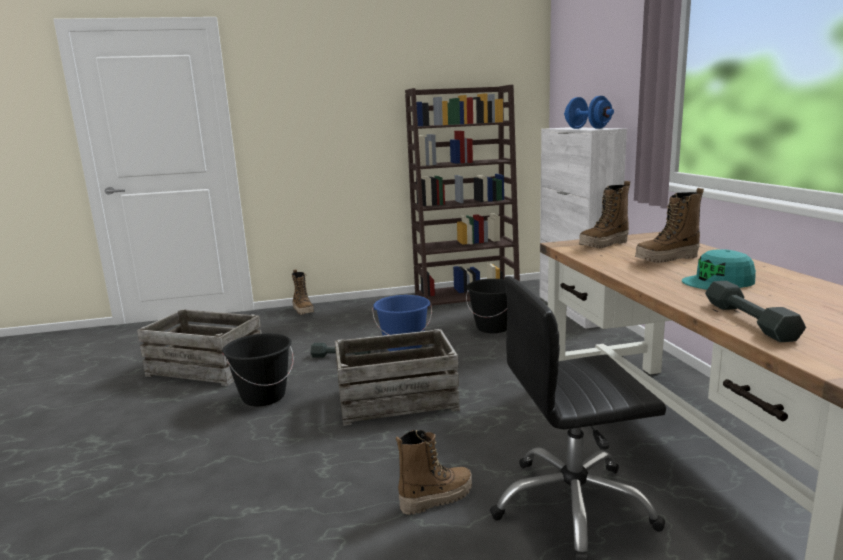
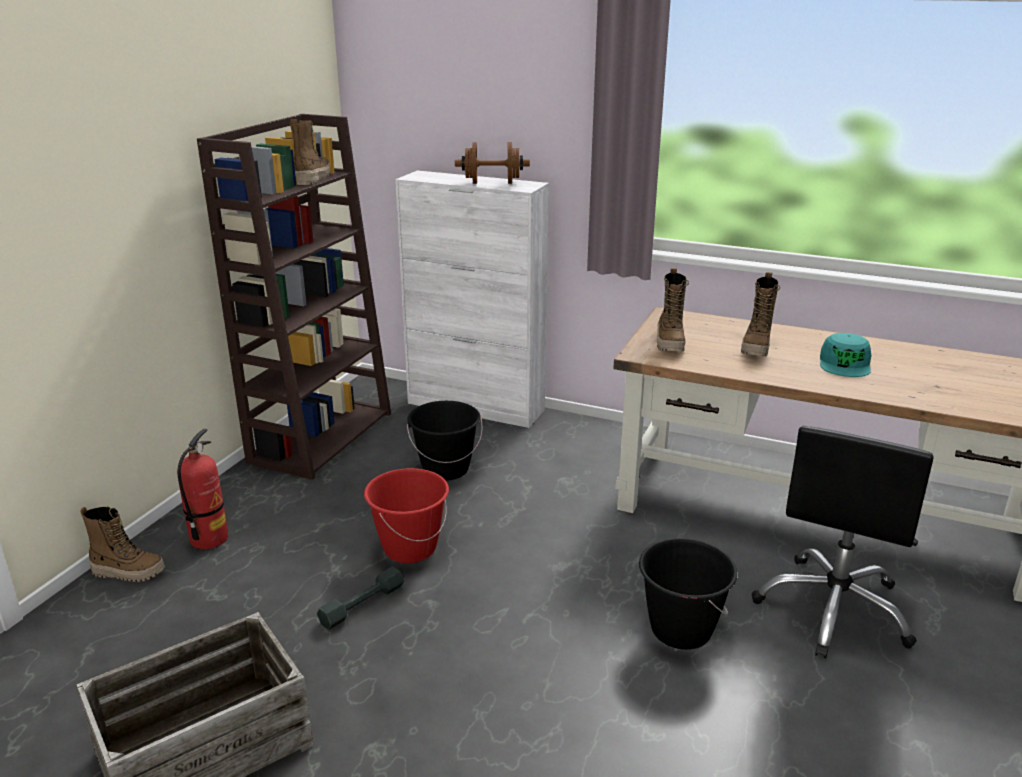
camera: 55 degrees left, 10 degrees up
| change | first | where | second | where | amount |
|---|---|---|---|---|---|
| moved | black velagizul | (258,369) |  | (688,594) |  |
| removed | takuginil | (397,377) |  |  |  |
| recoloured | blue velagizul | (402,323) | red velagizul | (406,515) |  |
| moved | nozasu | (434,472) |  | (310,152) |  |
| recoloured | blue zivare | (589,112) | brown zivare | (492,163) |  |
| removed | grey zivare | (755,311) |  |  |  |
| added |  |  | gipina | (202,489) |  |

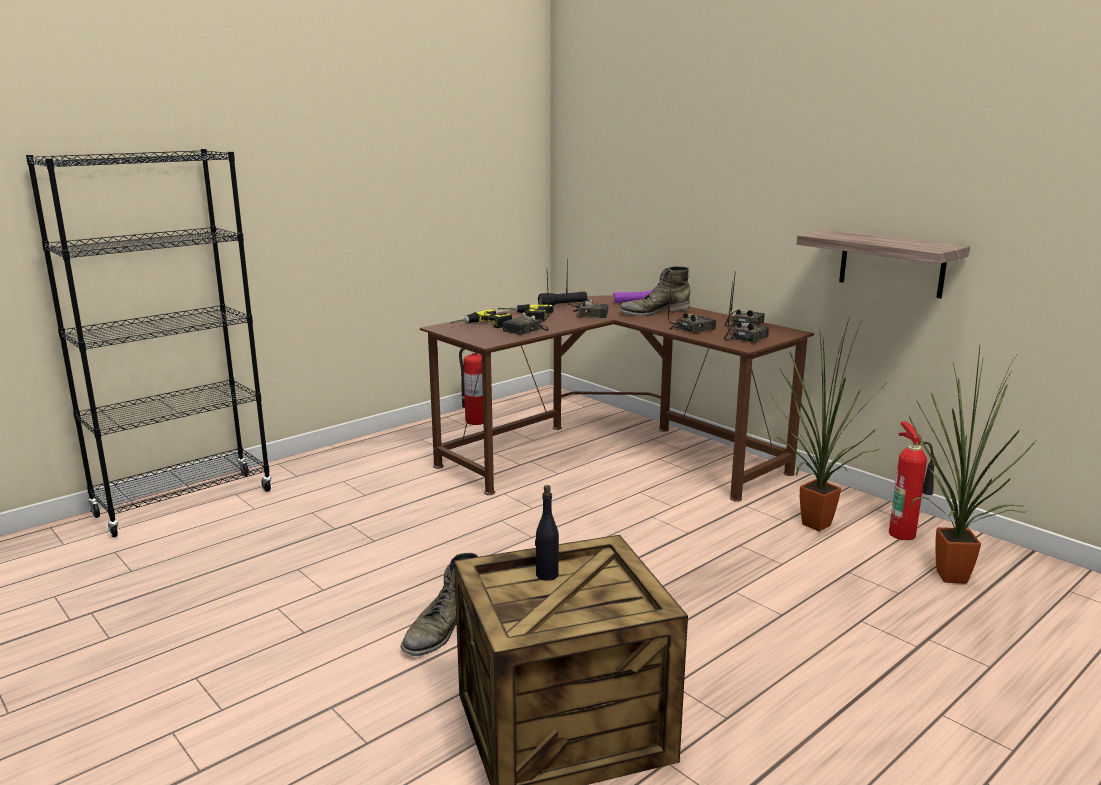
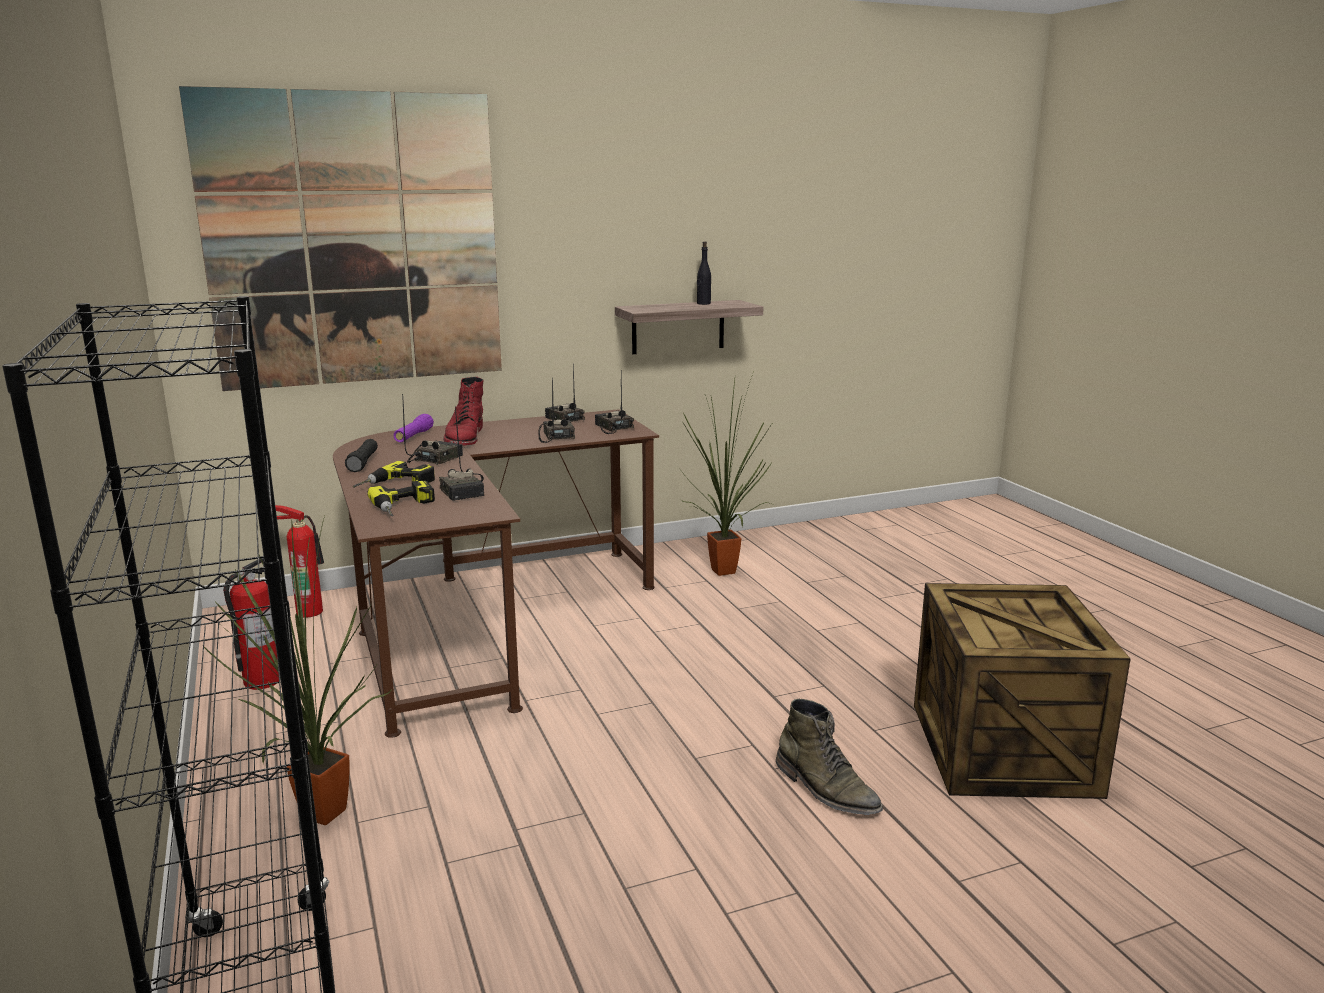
camera: 70 degrees left, 0 degrees up
| change | first | where | second | where | amount |
|---|---|---|---|---|---|
| moved | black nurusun | (547,533) |  | (704,273) |  |
| recoloured | green nozasu | (654,291) | red nozasu | (463,411) |  |
| moved | gipina | (911,481) |  | (299,561) |  |
| moved | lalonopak | (972,465) |  | (297,670) |  |
| added |  |  | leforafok | (340,238) |  |

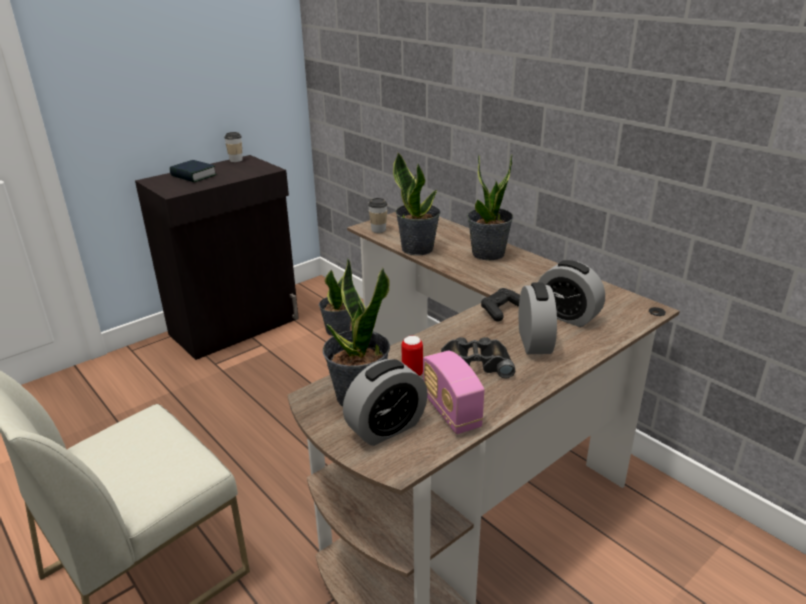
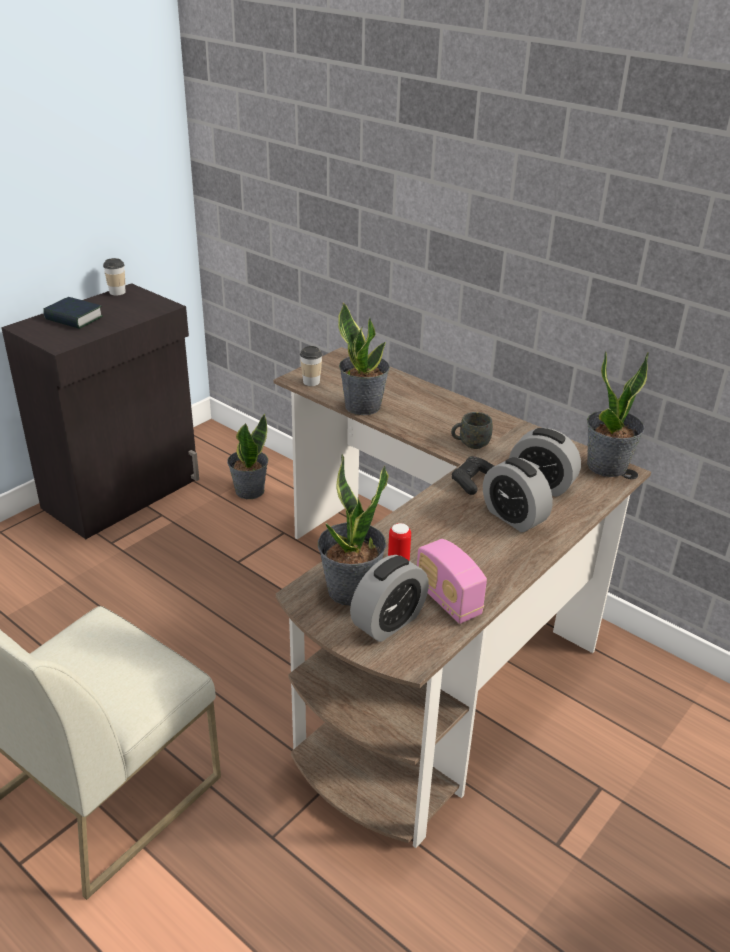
camera: 10 degrees left, 5 degrees up
| change | first | where | second | where | amount |
|---|---|---|---|---|---|
| removed | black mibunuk | (478,357) |  |  |  |
| moved | lalonopak | (490,207) |  | (618,414) |  |
| turned | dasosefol | (538,318) |  | (518,494) | 150 degrees clockwise |
| added |  |  | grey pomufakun | (472,430) |  |

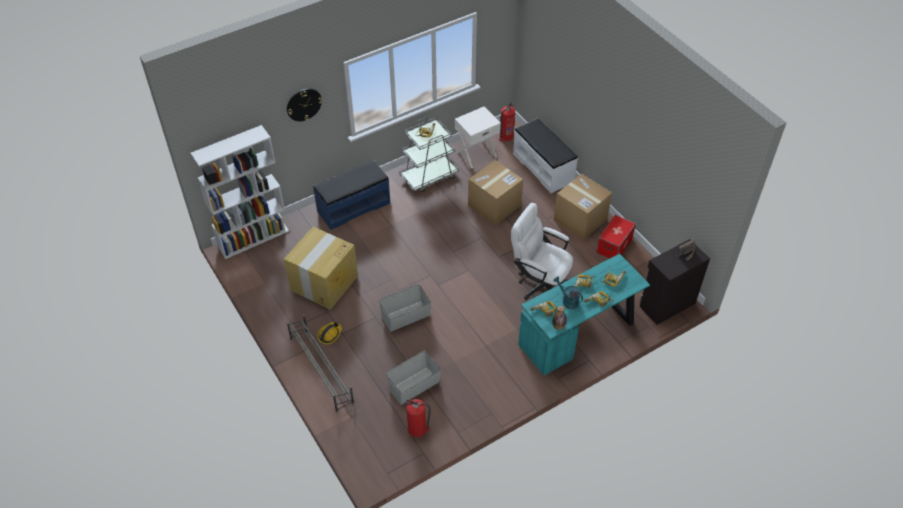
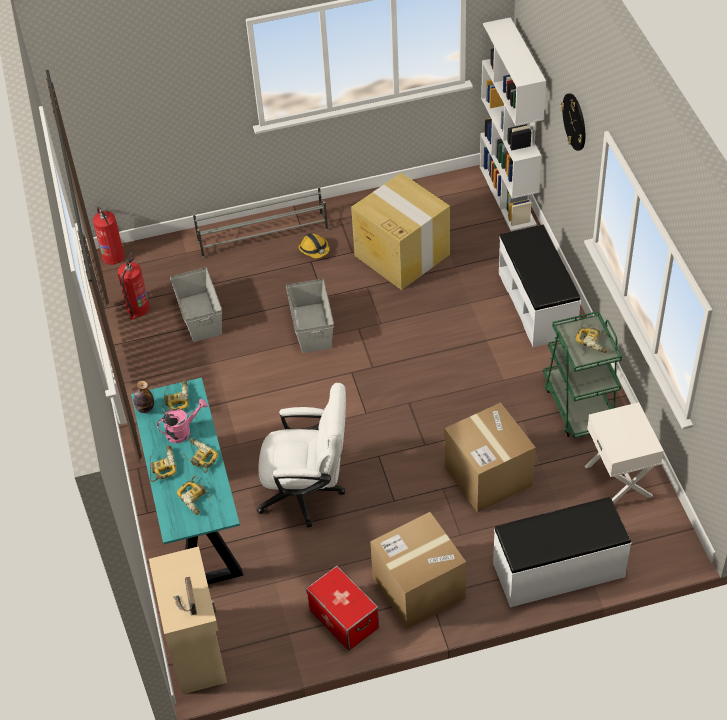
camera: 110 degrees right, 0 degrees up
| change | first | where | second | where | amount |
|---|---|---|---|---|---|
| recoloured | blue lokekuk | (351,195) | white lokekuk | (540,285) |  |
| recoloured | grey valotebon | (429,154) | green valotebon | (582,374) |  |
| moved | gipina | (507,121) |  | (109,235) |  |
| turned | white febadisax | (542,251) |  | (301,455) | 45 degrees clockwise |
| recoloured | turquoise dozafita | (568,293) | pink dozafita | (182,421) |  |
| recoloured | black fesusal | (674,282) | beige fesusal | (188,620) |  |

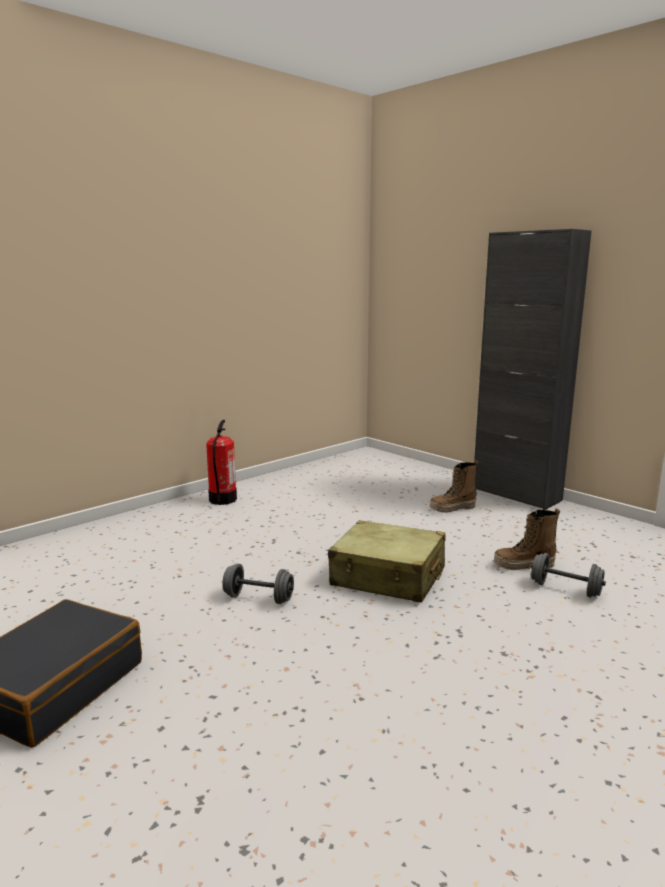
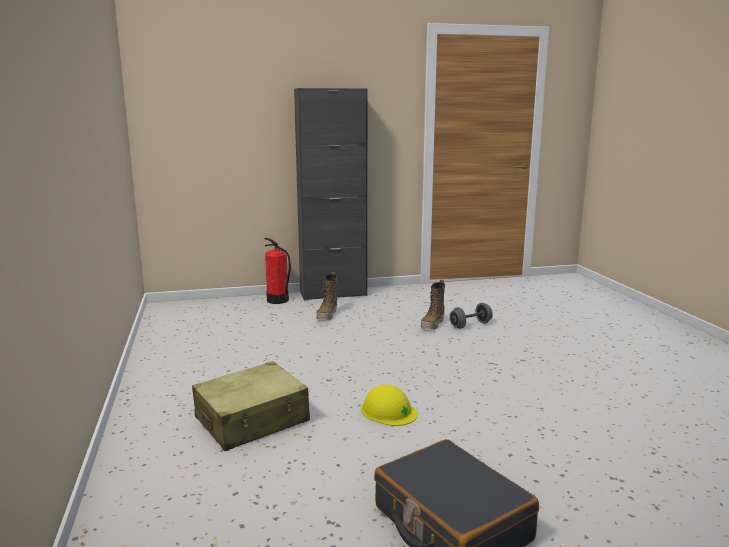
camera: 60 degrees left, 0 degrees up
| change | first | where | second | where | amount |
|---|---|---|---|---|---|
| moved | gipina | (221,462) |  | (277,271) |  |
| replaced | grey zivare | (258,583) | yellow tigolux | (389,405) |  |
| moved | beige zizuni | (386,561) |  | (251,406) |  |

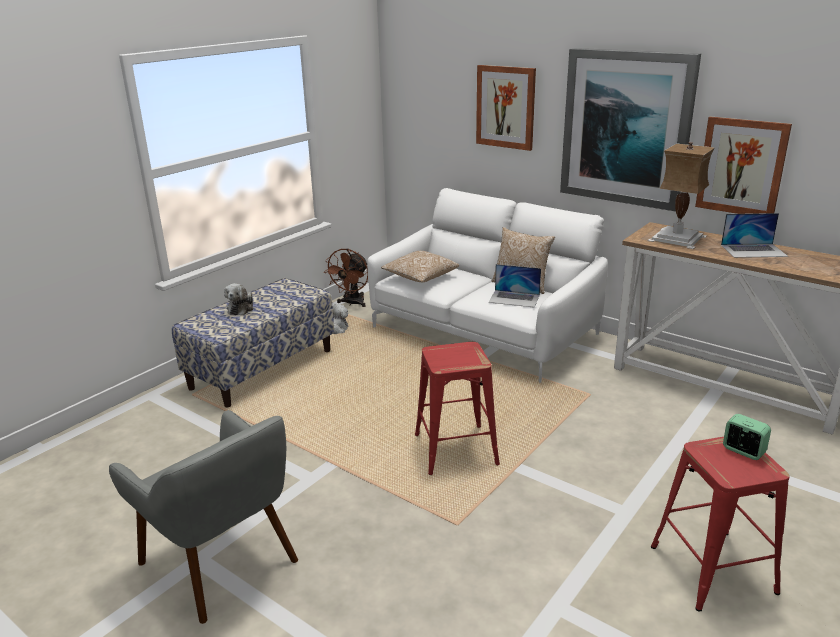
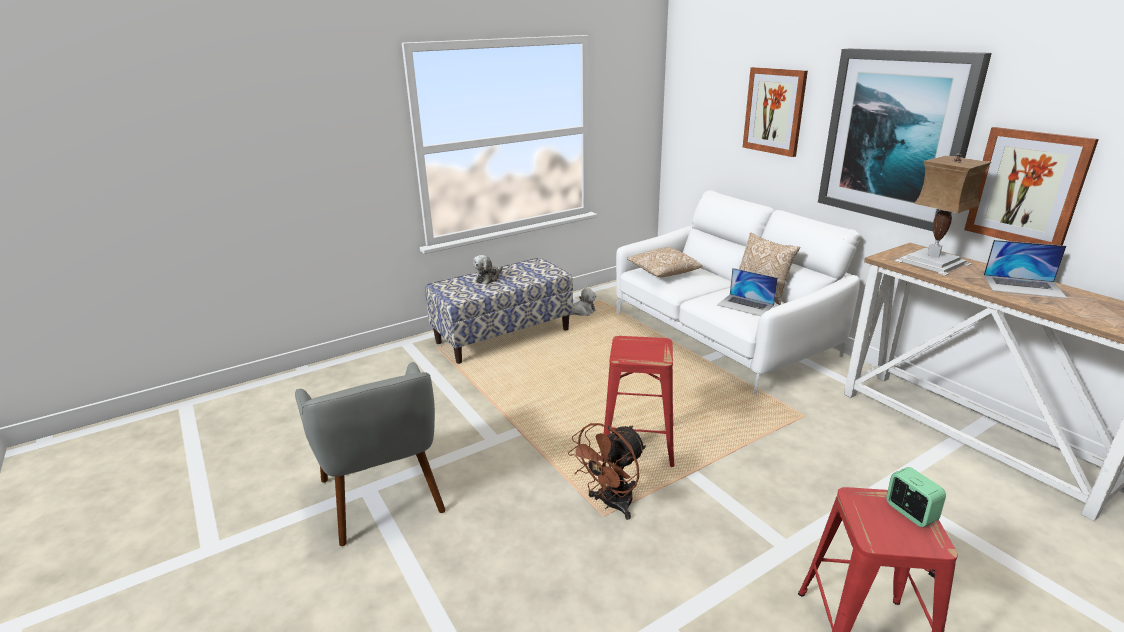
camera: 20 degrees right, 0 degrees up
| change | first | where | second | where | amount |
|---|---|---|---|---|---|
| moved | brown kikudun | (346,277) |  | (607,471) |  |

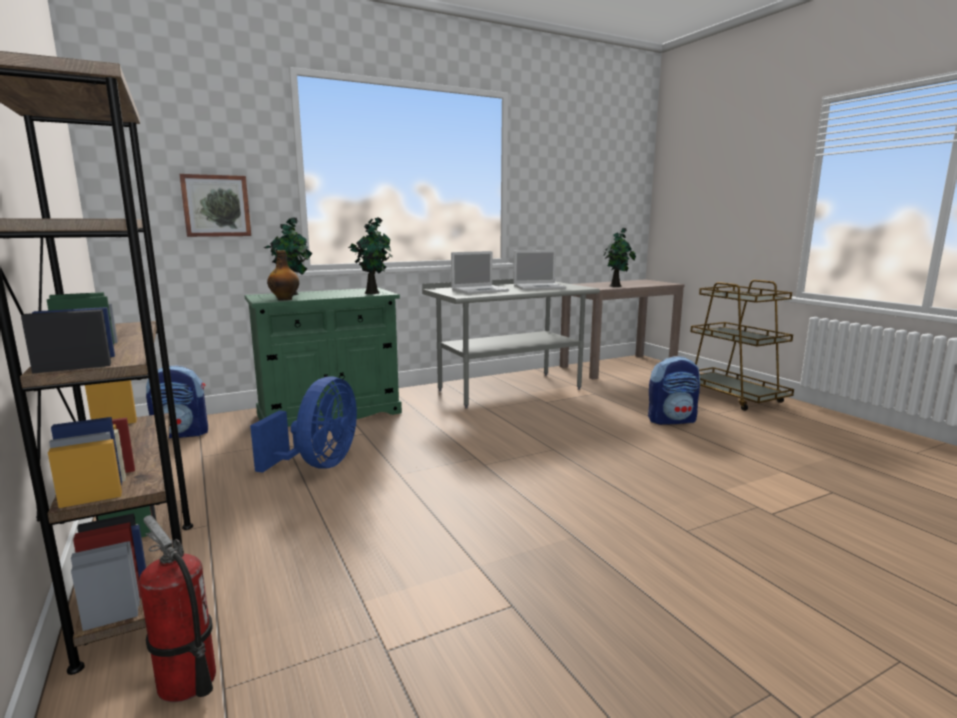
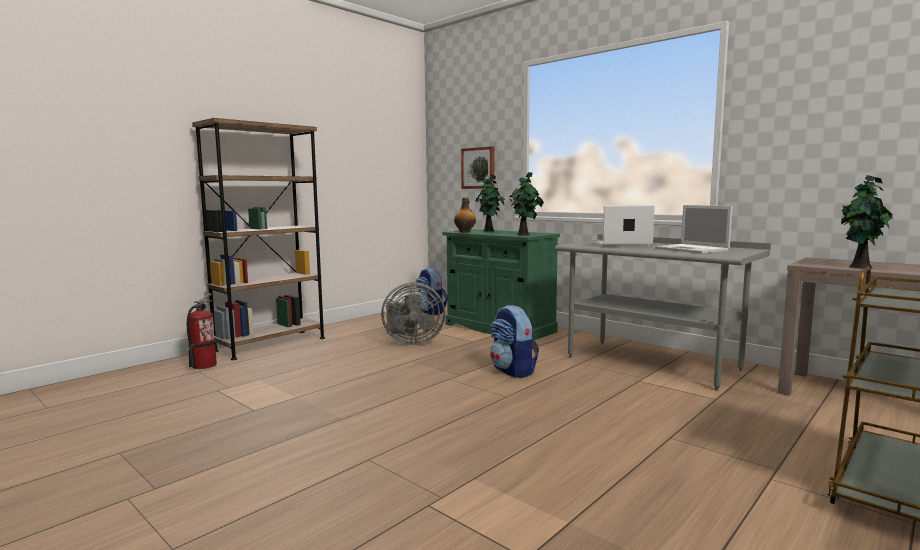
camera: 70 degrees right, 5 degrees down
| change | first | where | second | where | amount |
|---|---|---|---|---|---|
| recoloured | blue kikudun | (303,425) | grey kikudun | (413,313) |  |
| turned | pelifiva | (480,272) |  | (623,226) | 135 degrees clockwise |
| moved | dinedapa | (674,390) |  | (514,341) |  |

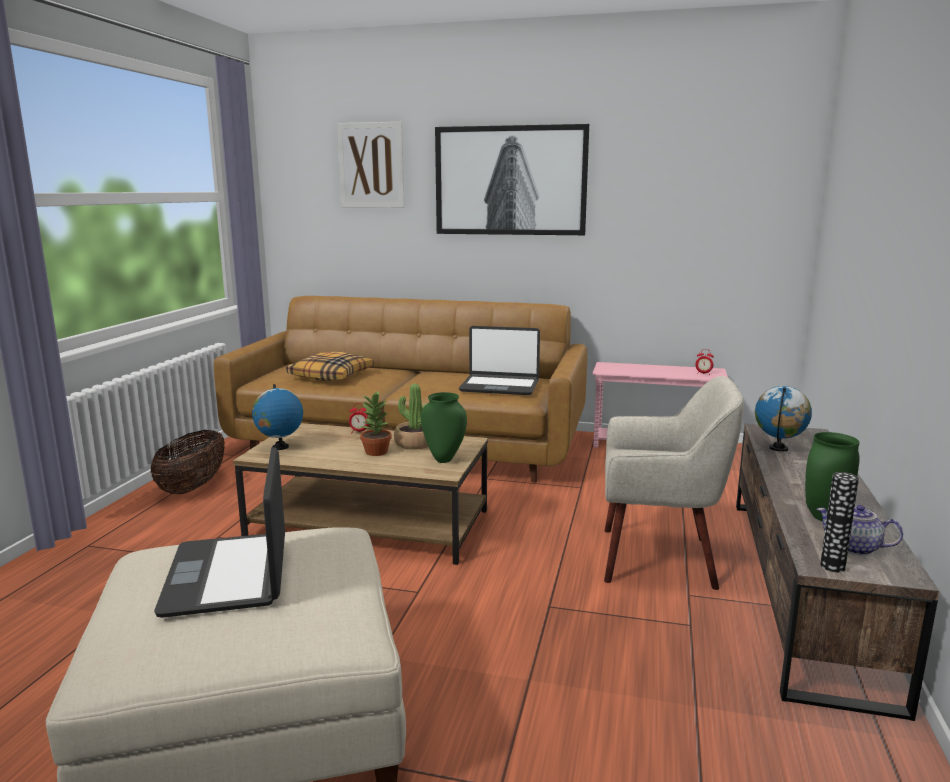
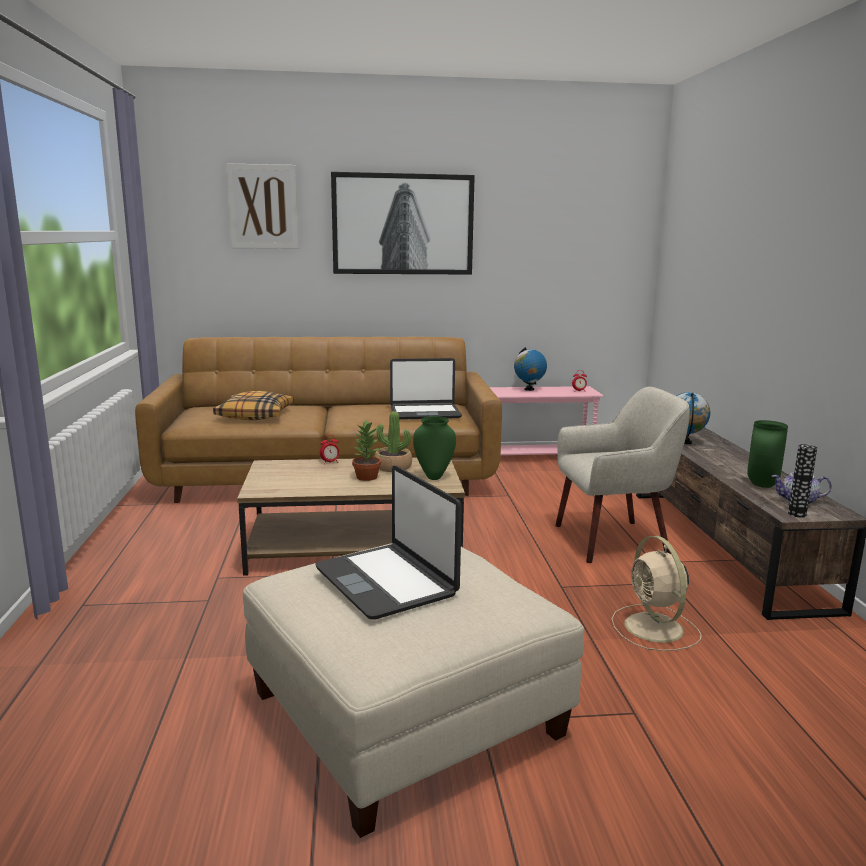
camera: 20 degrees left, 0 degrees up
| change | first | where | second | where | amount |
|---|---|---|---|---|---|
| removed | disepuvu | (187,462) |  |  |  |
| moved | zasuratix | (277,417) |  | (530,369) |  |
| added |  |  | beige kikudun | (656,593) |  |

